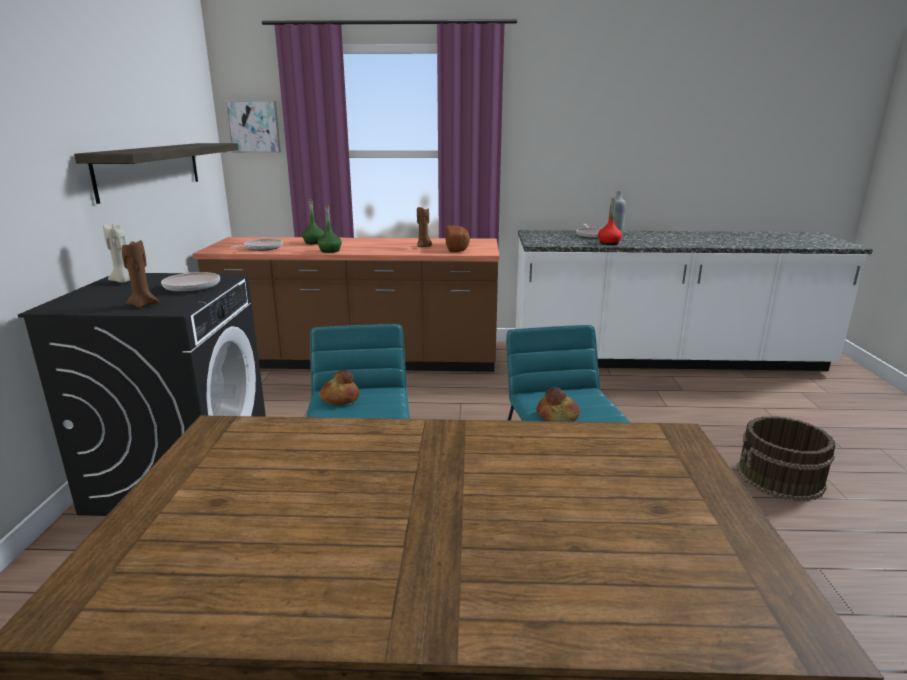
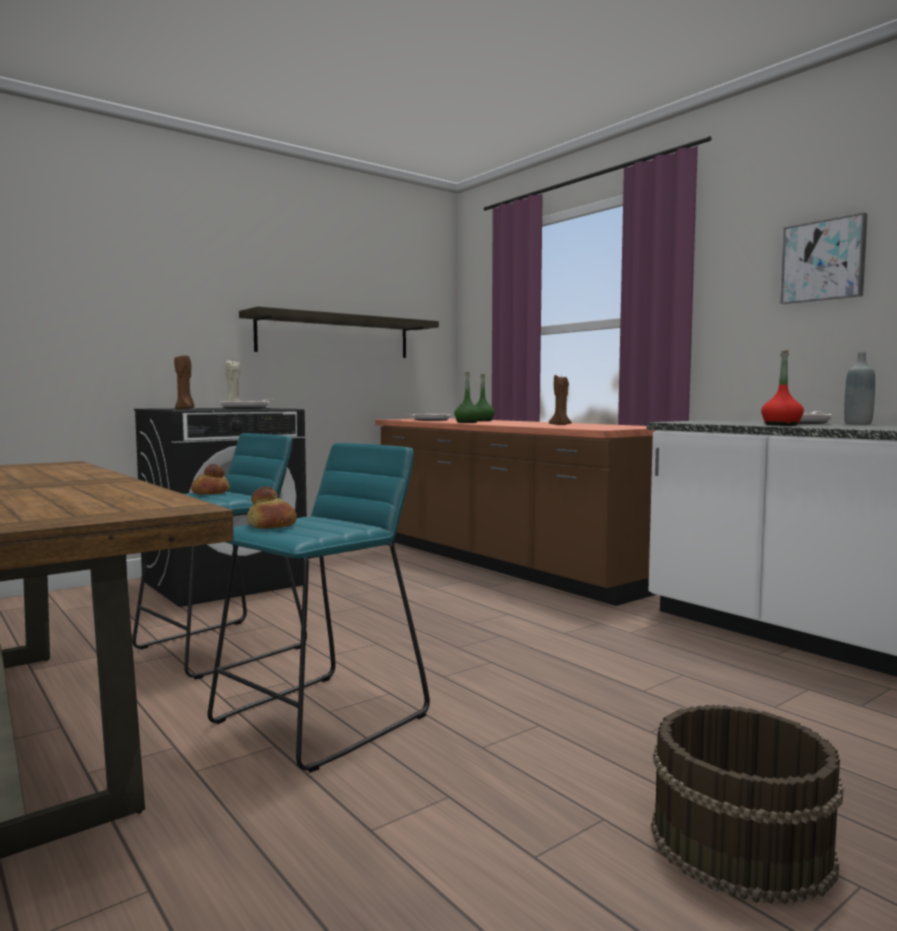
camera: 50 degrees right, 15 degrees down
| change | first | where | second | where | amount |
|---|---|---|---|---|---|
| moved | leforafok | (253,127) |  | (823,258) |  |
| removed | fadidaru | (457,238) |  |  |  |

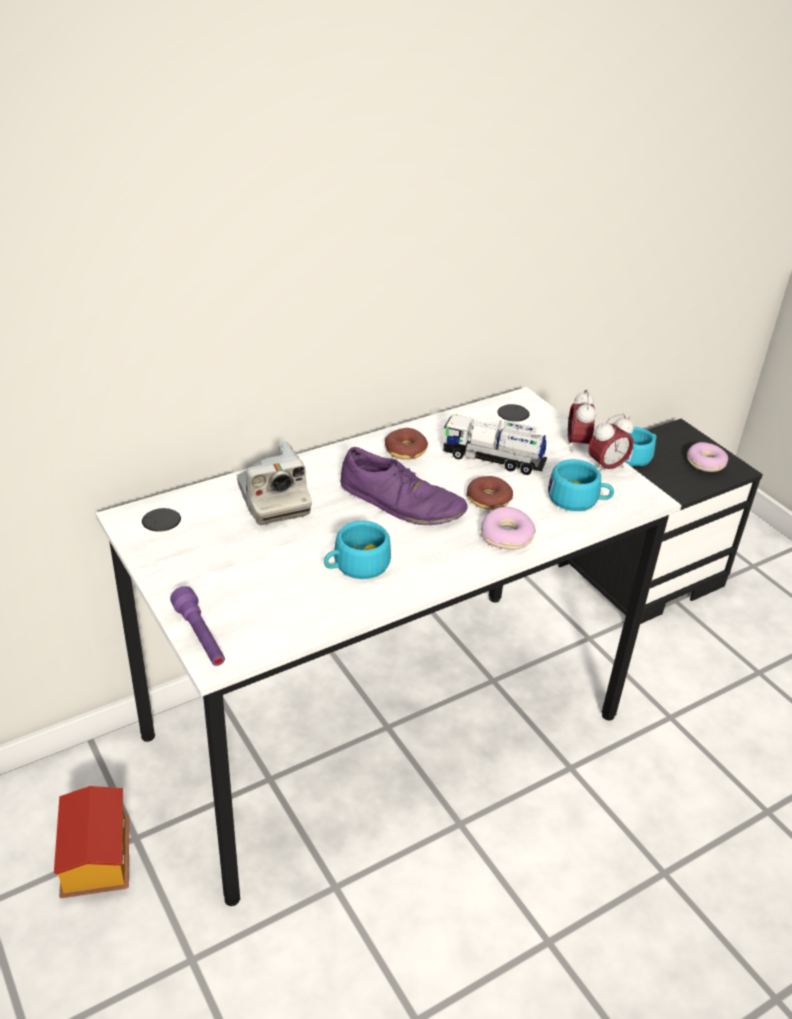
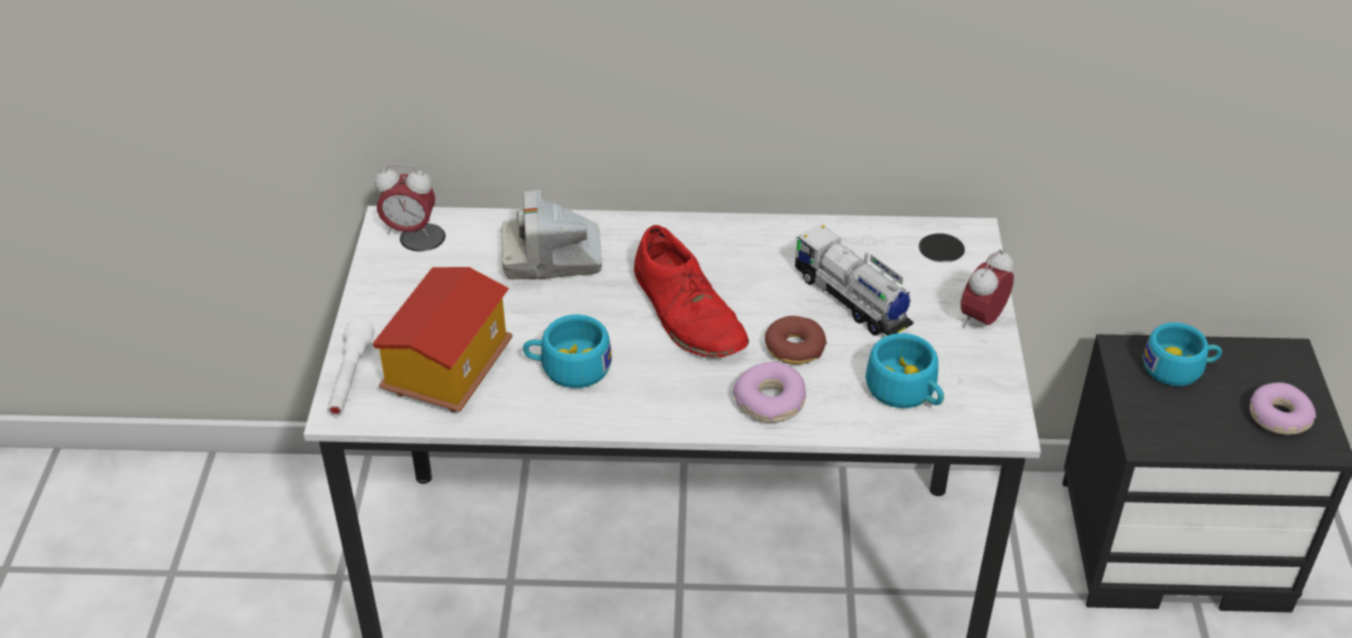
camera: 35 degrees right, 5 degrees up
| change | first | where | second | where | amount |
|---|---|---|---|---|---|
| moved | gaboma | (91,842) |  | (442,339) |  |
| recoloured | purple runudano | (197,626) | white runudano | (351,367) |  |
| turned | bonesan | (274,483) |  | (551,234) | 75 degrees clockwise |
| recoloured | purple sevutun | (404,486) | red sevutun | (691,291) |  |
| removed | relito | (406,443) |  |  |  |
| moved | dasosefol | (611,443) |  | (405,200) |  |

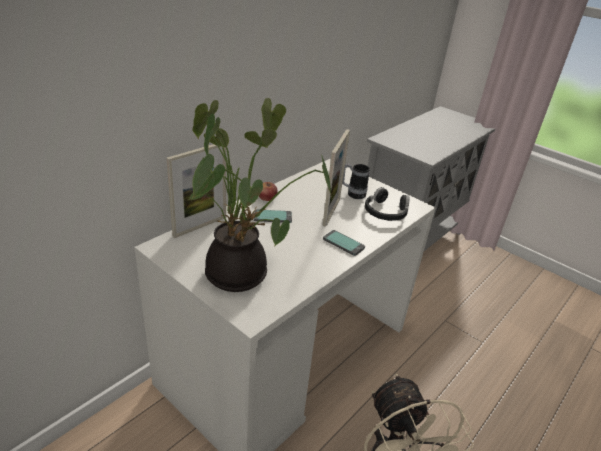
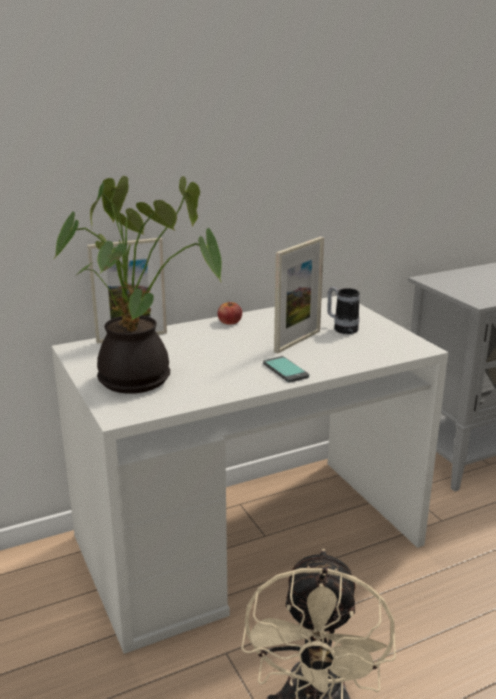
camera: 25 degrees right, 10 degrees down
| change | first | where | second | where | amount |
|---|---|---|---|---|---|
| removed | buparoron | (273,216) |  |  |  |
| removed | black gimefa | (387,204) |  |  |  |

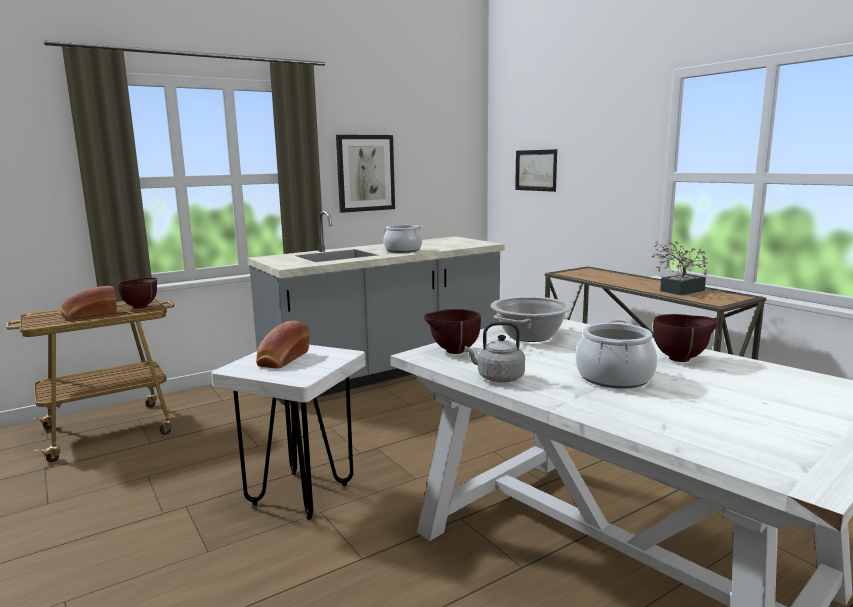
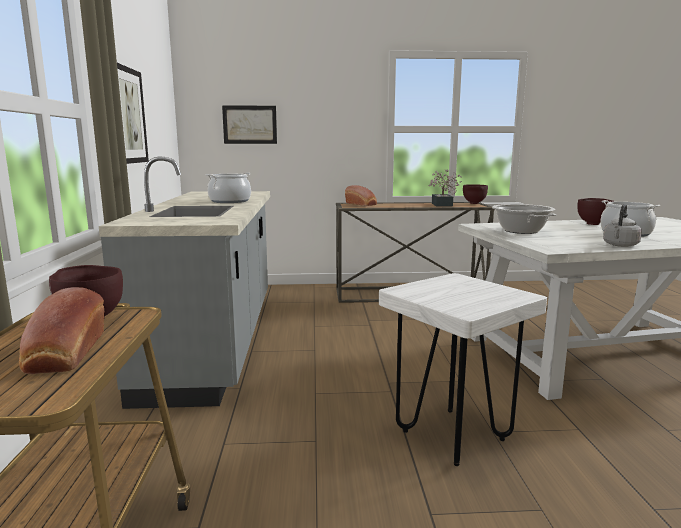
camera: 60 degrees left, 0 degrees up
| change | first | where | second | where | amount |
|---|---|---|---|---|---|
| moved | fadidaru | (283,345) |  | (361,195) |  |
| moved | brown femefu | (452,331) |  | (475,194) |  |

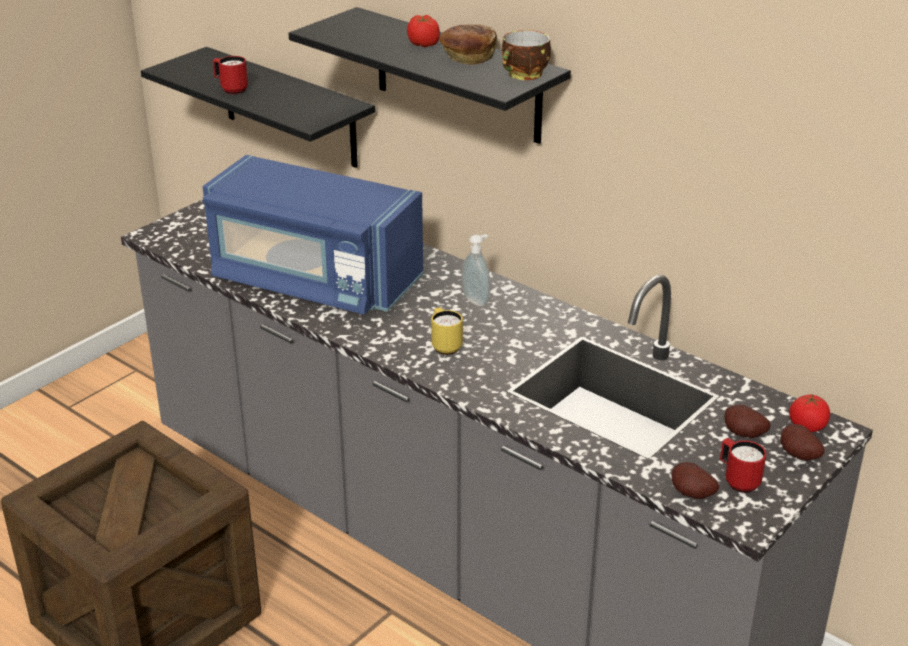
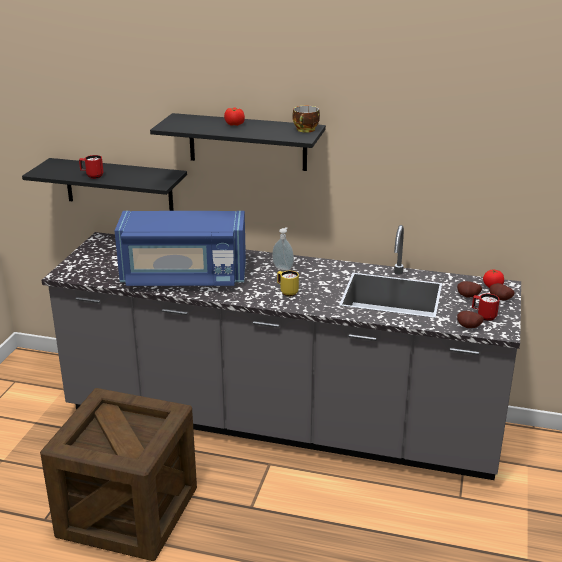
camera: 25 degrees left, 5 degrees down
| change | first | where | second | where | amount |
|---|---|---|---|---|---|
| removed | fadidaru | (468,44) |  |  |  |

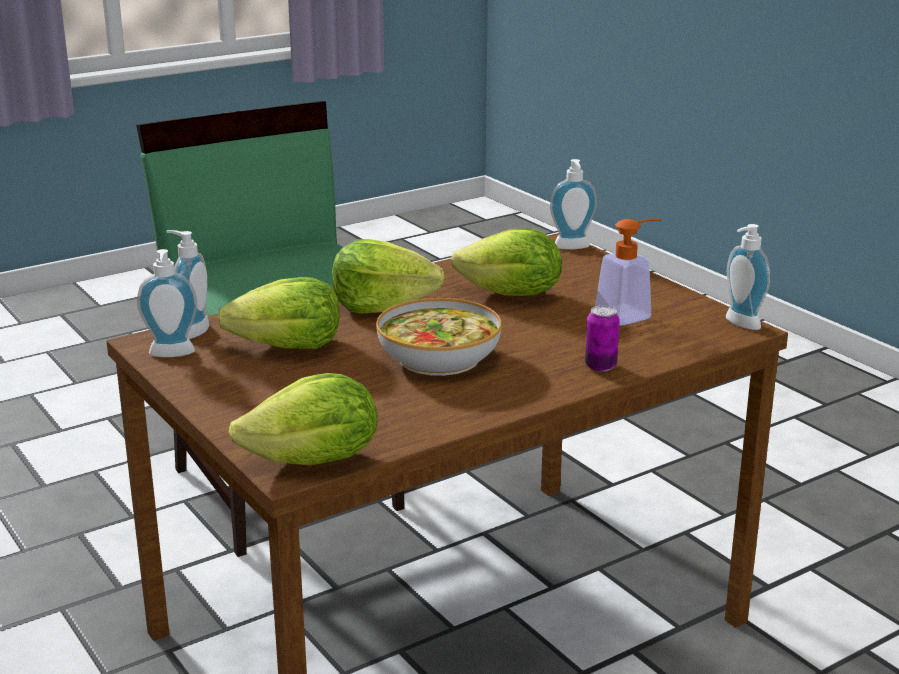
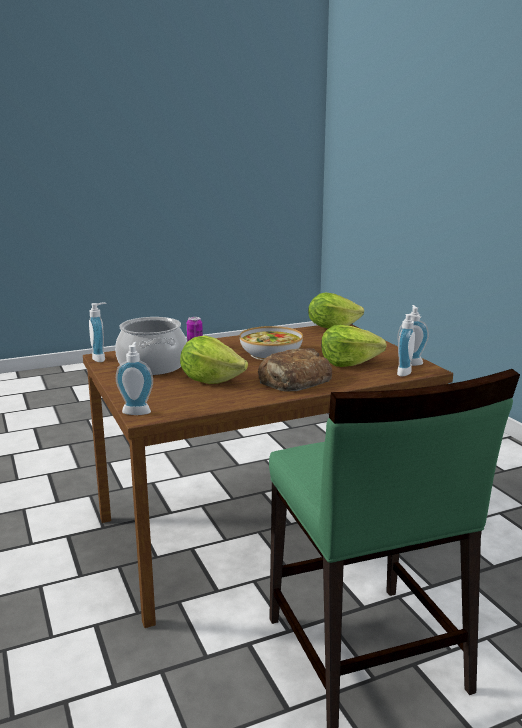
camera: 170 degrees left, 5 degrees down
| change | first | where | second | where | amount |
|---|---|---|---|---|---|
| replaced | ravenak | (388,276) | fadidaru | (295,370) |  |
| replaced | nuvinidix | (628,272) | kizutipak | (151,346) |  |

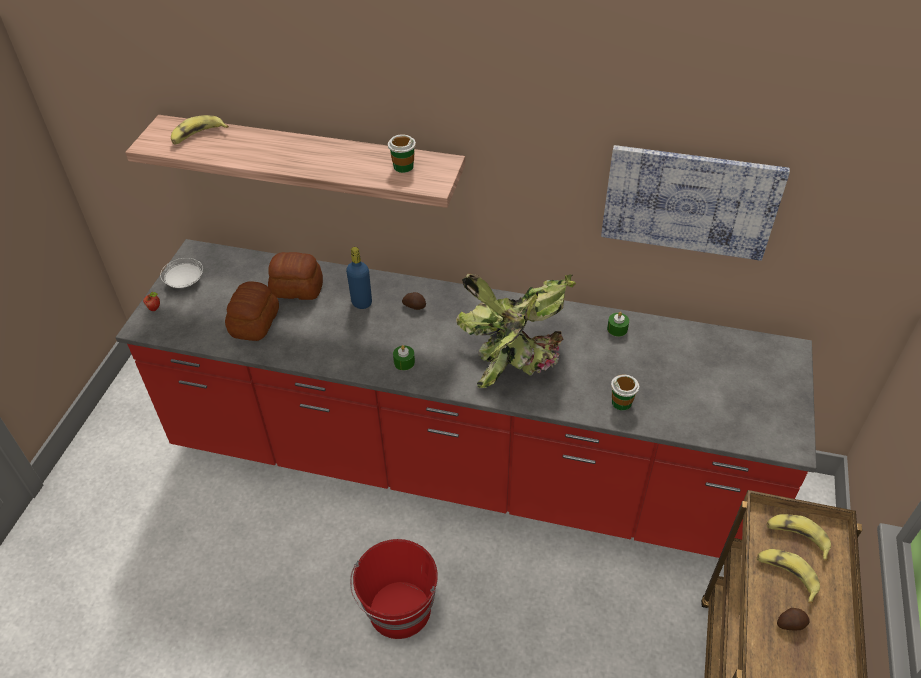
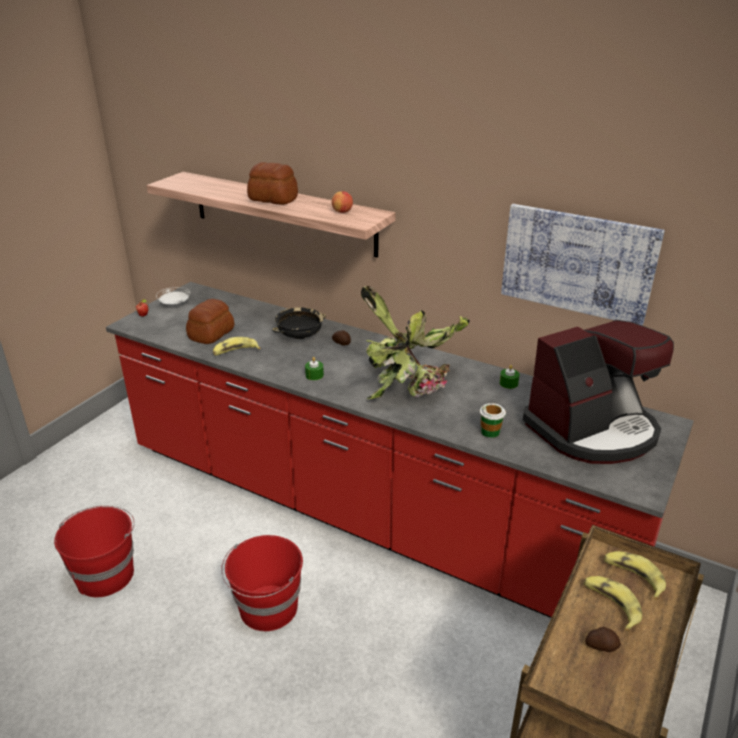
camera: 15 degrees right, 15 degrees down
| change | first | where | second | where | amount |
|---|---|---|---|---|---|
| moved | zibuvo | (200,130) |  | (237,346) |  |
| moved | fadidaru | (295,276) |  | (272,183) |  |
| replaced | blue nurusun | (359,278) | black femefu | (299,323) |  |
| replaced | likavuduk | (402,153) | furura | (342,202) |  |
| added |  |  | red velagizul | (94,551) |  |
| added |  |  | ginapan | (598,392) |  |

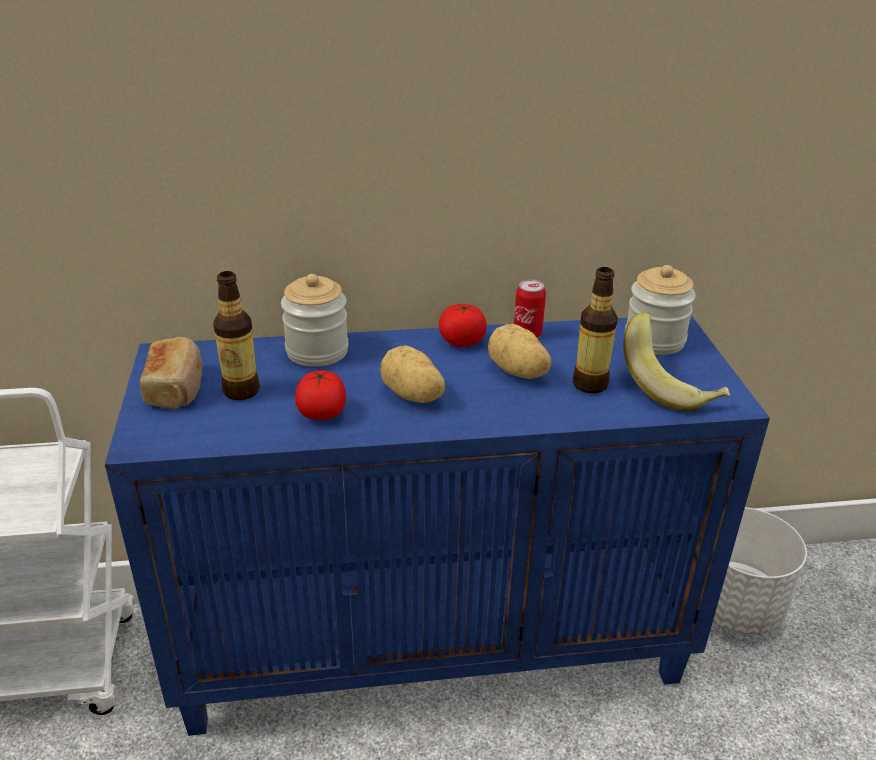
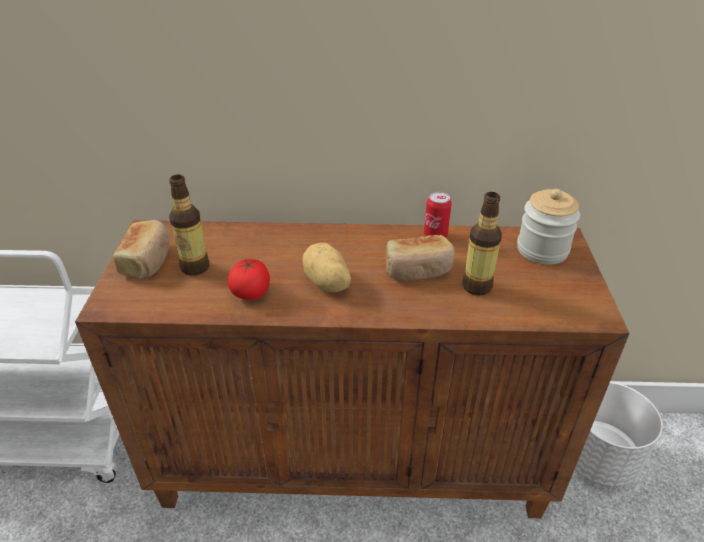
camera: 10 degrees right, 5 degrees up
| change | first | where | second | where | amount |
|---|---|---|---|---|---|
| recoloured | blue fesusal | (437,525) | brown fesusal | (352,369) |  |
| removed | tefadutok | (314,320) |  |  |  |
| removed | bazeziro | (463,325) |  |  |  |
| replaced | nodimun | (519,351) | fadidaru | (420,258) |  |
| removed | zibuvo | (676,362) |  |  |  |

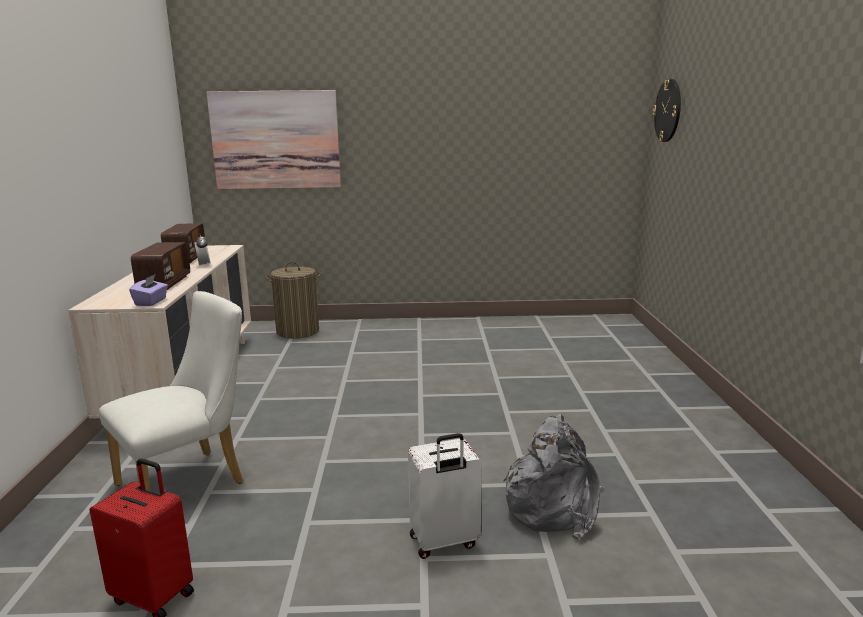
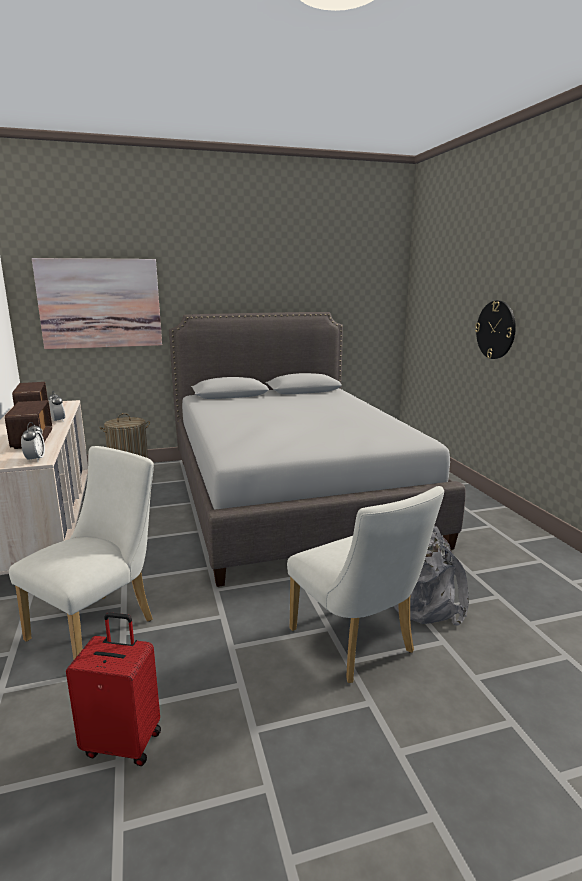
camera: 15 degrees left, 0 degrees up
| change | first | where | second | where | amount |
|---|---|---|---|---|---|
| replaced | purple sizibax | (148,290) | dasosefol | (33,442) |  |
| replaced | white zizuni | (445,496) | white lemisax | (365,584) |  |
| moved | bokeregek | (667,110) |  | (495,330) |  |
| added |  |  | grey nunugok | (317,449) |  |

